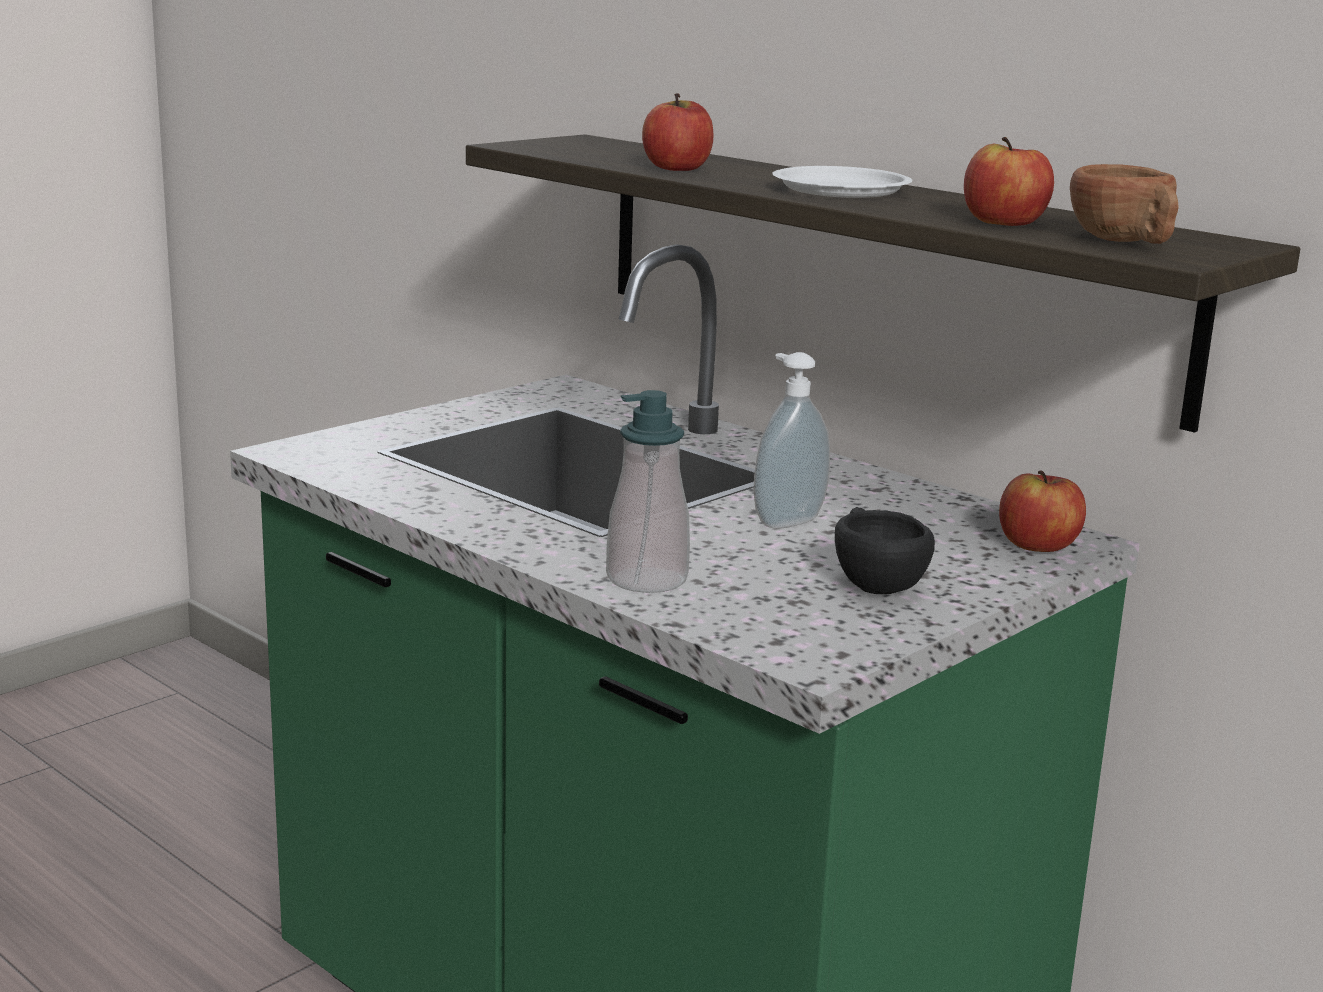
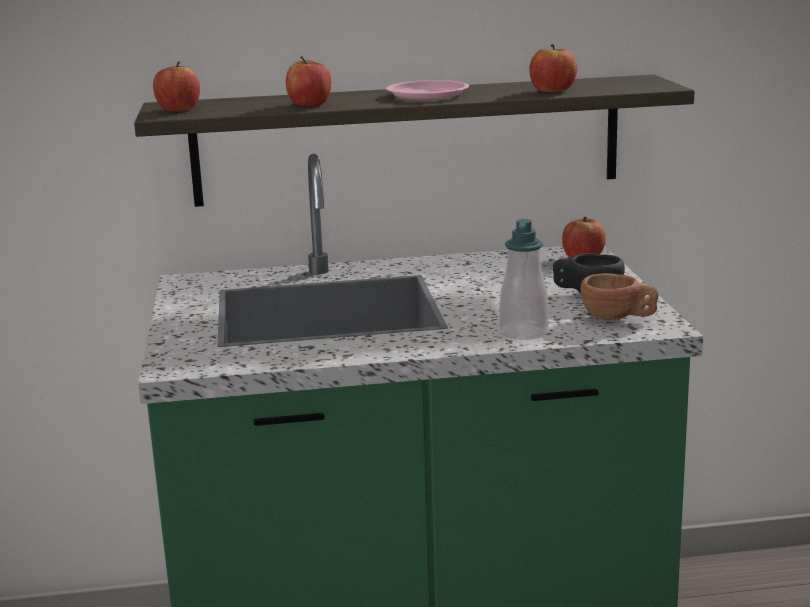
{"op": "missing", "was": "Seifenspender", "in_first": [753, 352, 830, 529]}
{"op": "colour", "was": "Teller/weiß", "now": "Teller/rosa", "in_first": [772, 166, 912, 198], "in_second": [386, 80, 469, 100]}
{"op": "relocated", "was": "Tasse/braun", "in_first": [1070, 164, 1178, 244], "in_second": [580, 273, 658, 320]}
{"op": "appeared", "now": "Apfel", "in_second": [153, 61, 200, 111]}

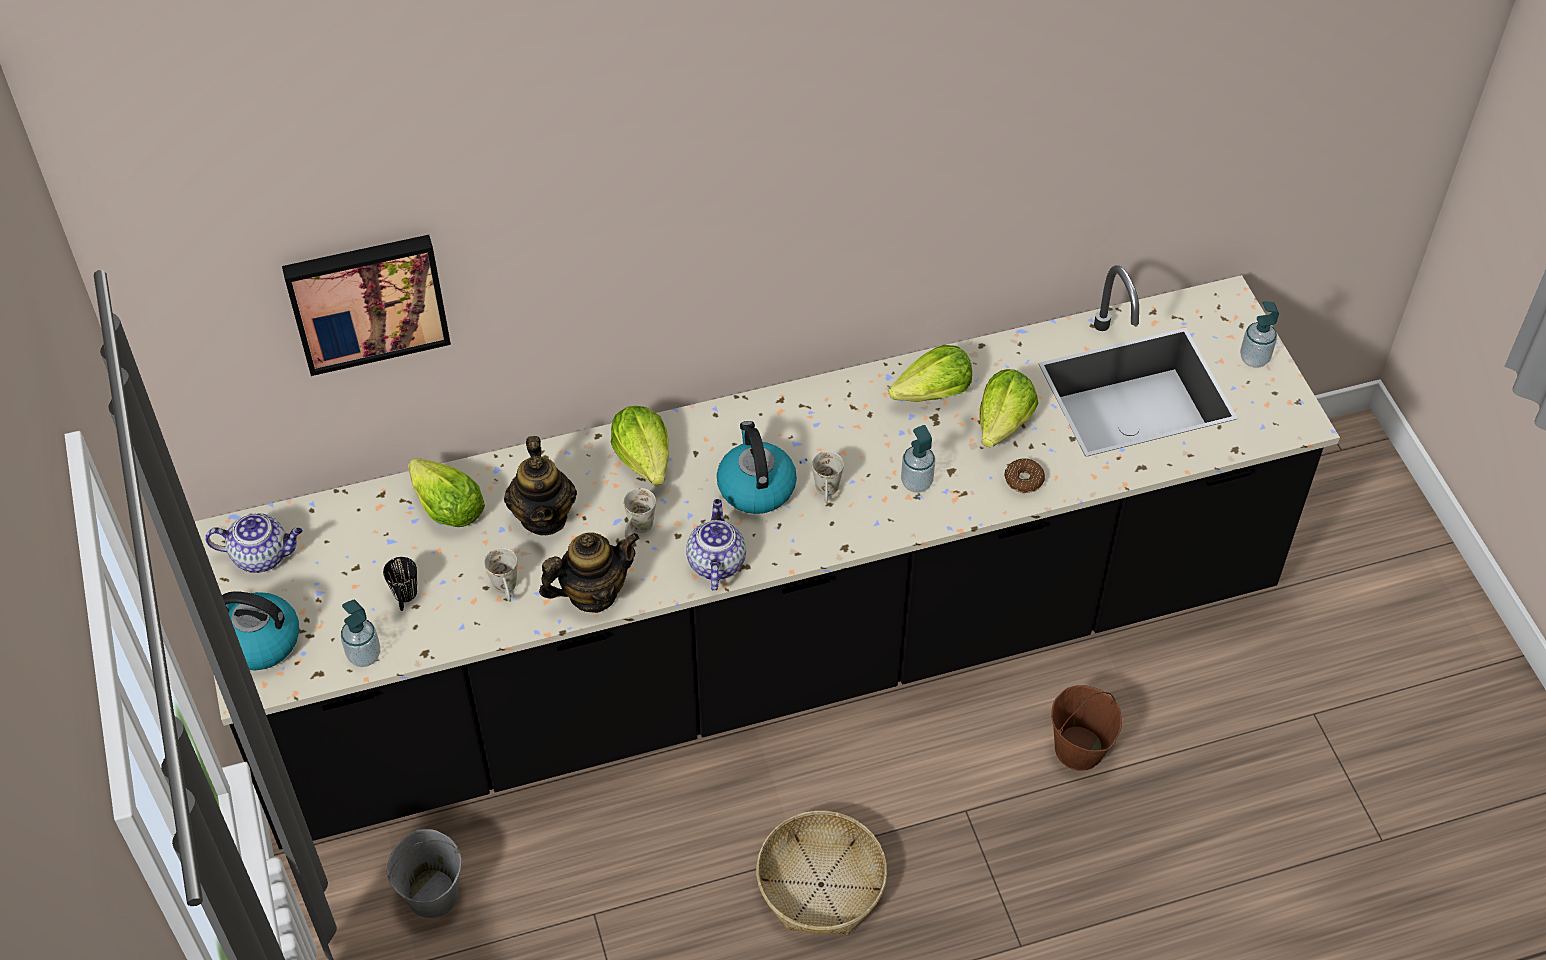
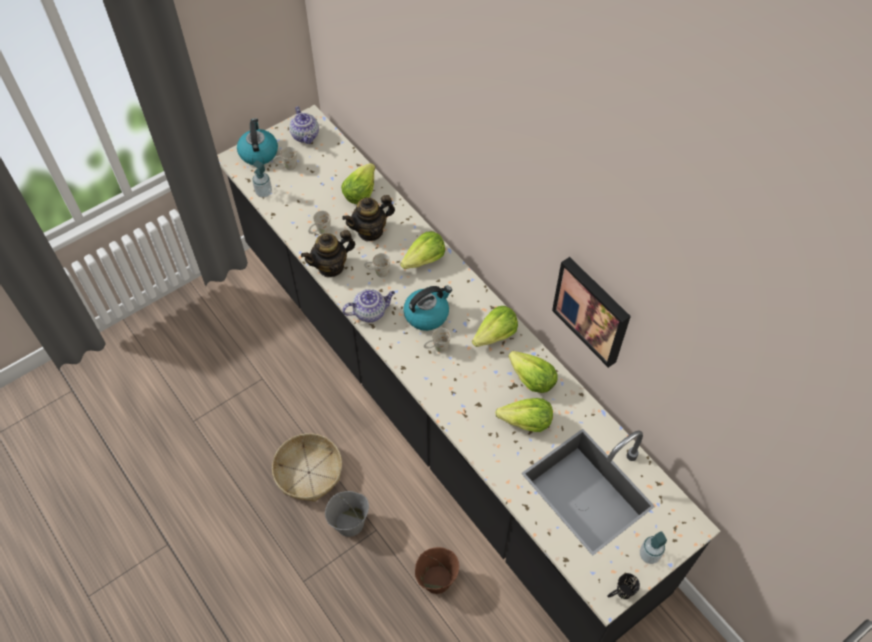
{"op": "relocated", "was": "Bild", "in_first": [282, 235, 451, 376], "in_second": [552, 257, 631, 368]}
{"op": "relocated", "was": "Henkelbecher/schwarz", "in_first": [383, 557, 417, 611], "in_second": [607, 573, 640, 599]}
{"op": "relocated", "was": "Eimer/grau", "in_first": [387, 829, 461, 918], "in_second": [325, 491, 369, 537]}
{"op": "spun", "was": "Teekanne", "in_first": [539, 532, 639, 613], "in_second": [301, 230, 355, 278], "clockwise": 105}
{"op": "missing", "was": "Seifenspender", "in_first": [901, 425, 935, 493]}
{"op": "missing", "was": "Donut", "in_first": [1005, 458, 1045, 493]}
{"op": "appeared", "now": "Henkelbecher/weiß", "in_second": [273, 147, 297, 170]}
{"op": "appeared", "now": "Salatkopf", "in_second": [472, 306, 518, 347]}

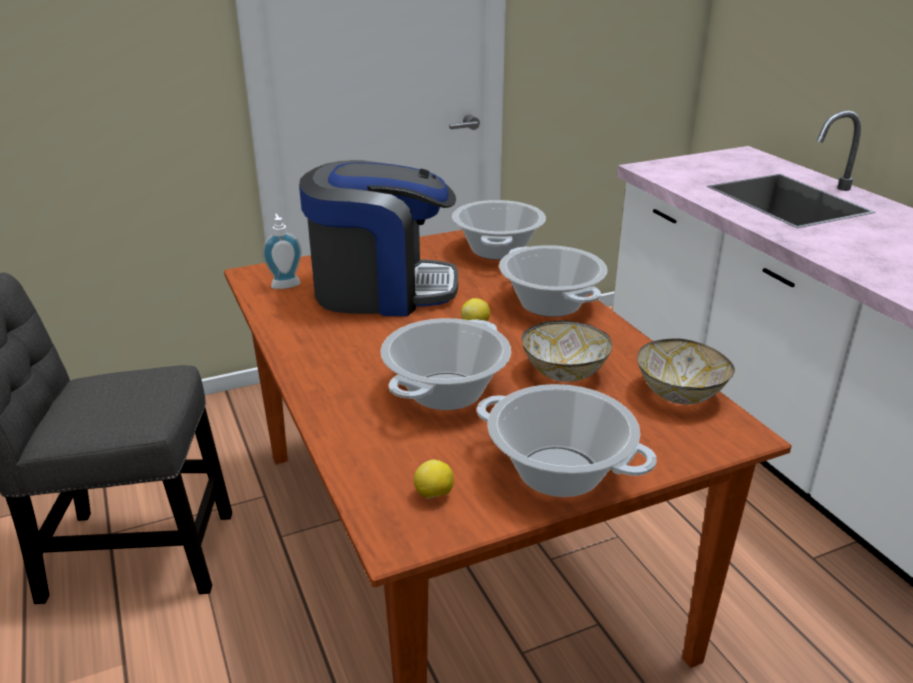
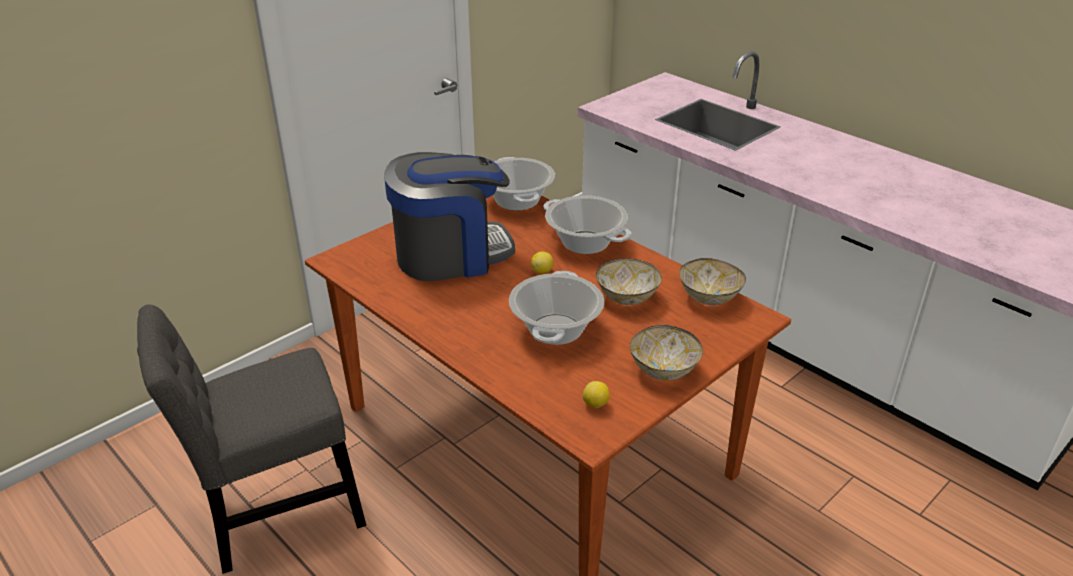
{"op": "missing", "was": "Seifenspender", "in_first": [263, 214, 302, 289]}
{"op": "exchanged", "was": "Kochtopf", "now": "Schüssel", "in_first": [477, 384, 657, 497], "in_second": [630, 325, 703, 381]}

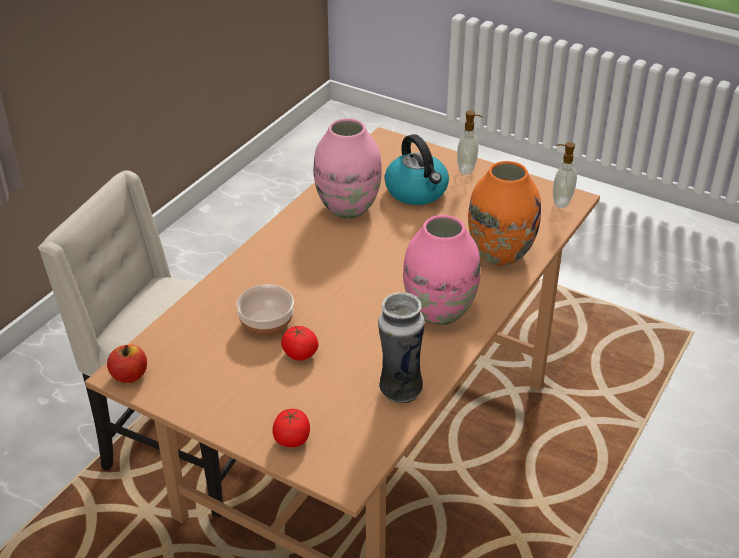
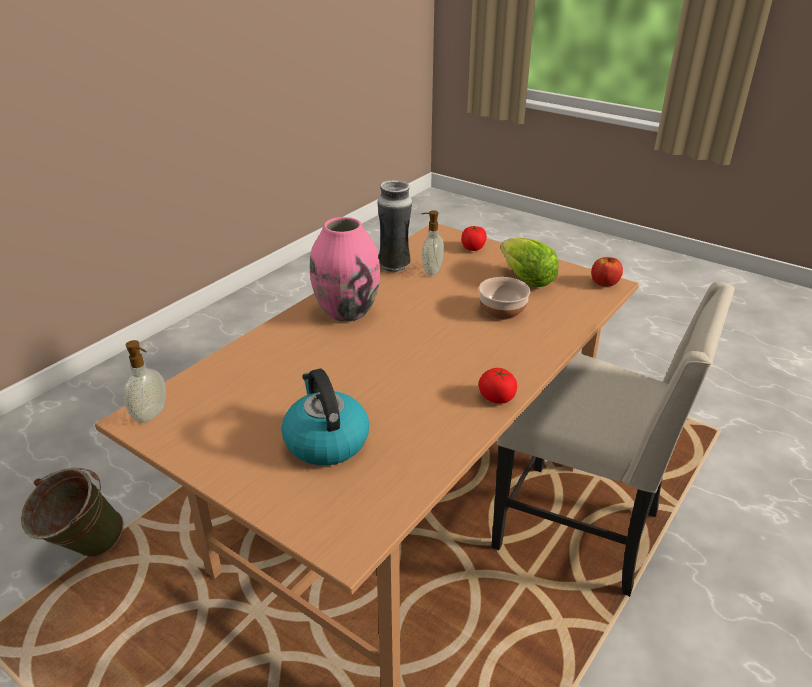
{"op": "relocated", "was": "Tomate", "in_first": [281, 326, 318, 361], "in_second": [479, 368, 517, 404]}
{"op": "missing", "was": "Vase/rosa", "in_first": [314, 118, 382, 219]}
{"op": "relocated", "was": "Seifenspender", "in_first": [457, 110, 483, 175], "in_second": [422, 210, 444, 275]}
{"op": "missing", "was": "Vase/orange", "in_first": [468, 161, 541, 266]}
{"op": "appeared", "now": "Eimer/grün", "in_second": [21, 468, 124, 558]}
{"op": "appeared", "now": "Salatkopf", "in_second": [500, 237, 559, 287]}

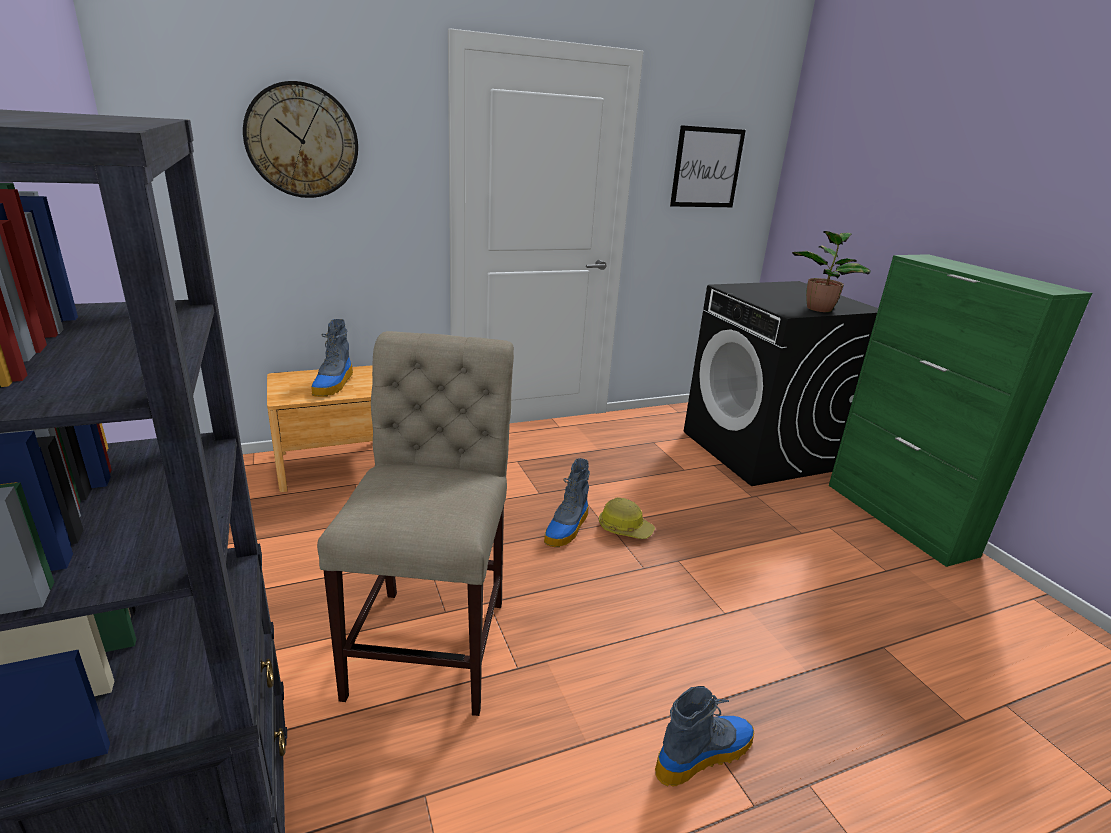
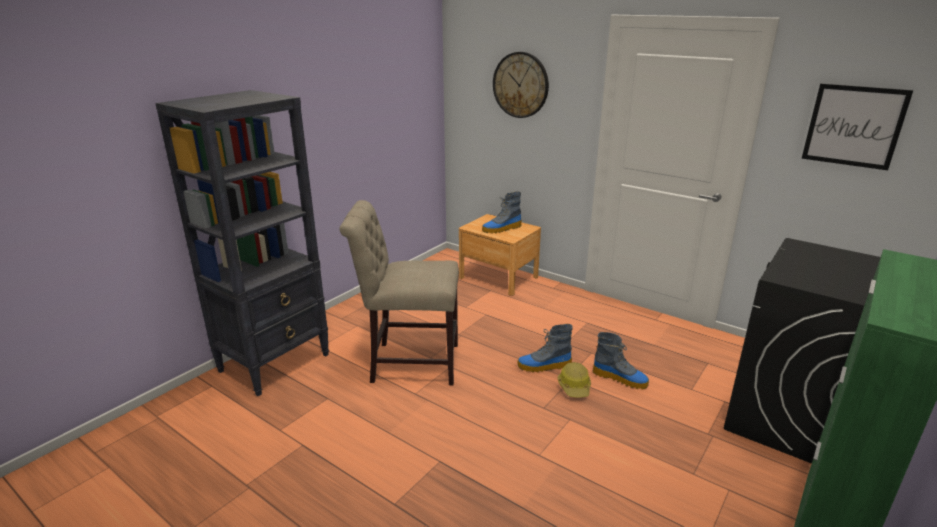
{"op": "spun", "was": "Stuhl/beige", "in_first": [317, 331, 514, 716], "in_second": [339, 200, 459, 385], "clockwise": -150}
{"op": "relocated", "was": "Stiefel", "in_first": [655, 686, 754, 786], "in_second": [592, 332, 649, 390]}
{"op": "missing", "was": "Topfpflanze", "in_first": [792, 231, 871, 312]}

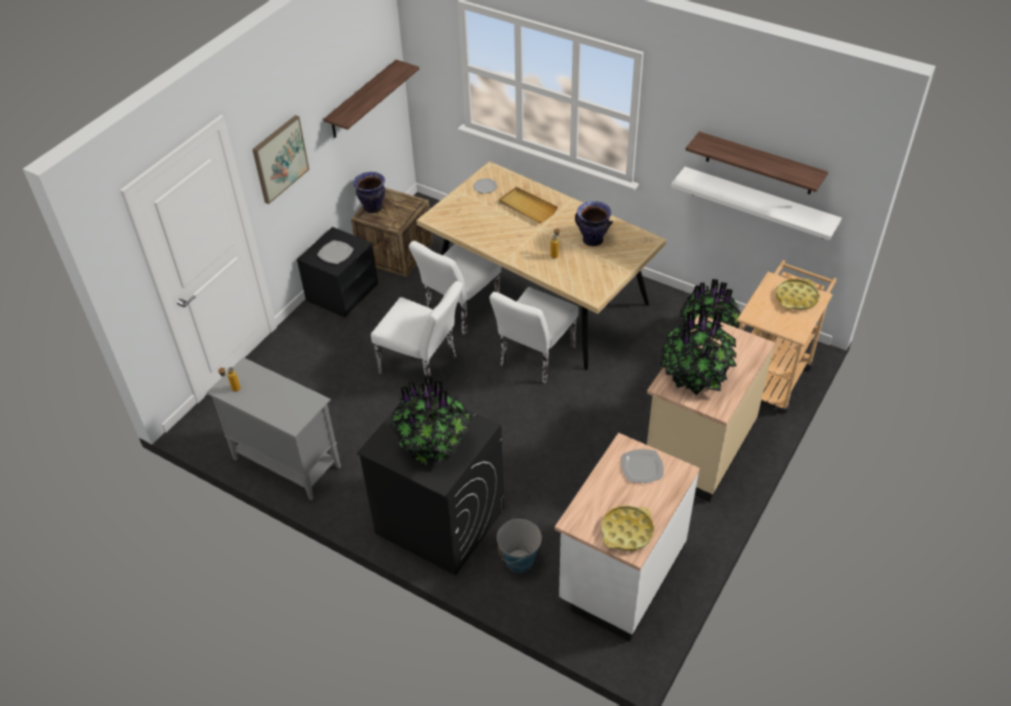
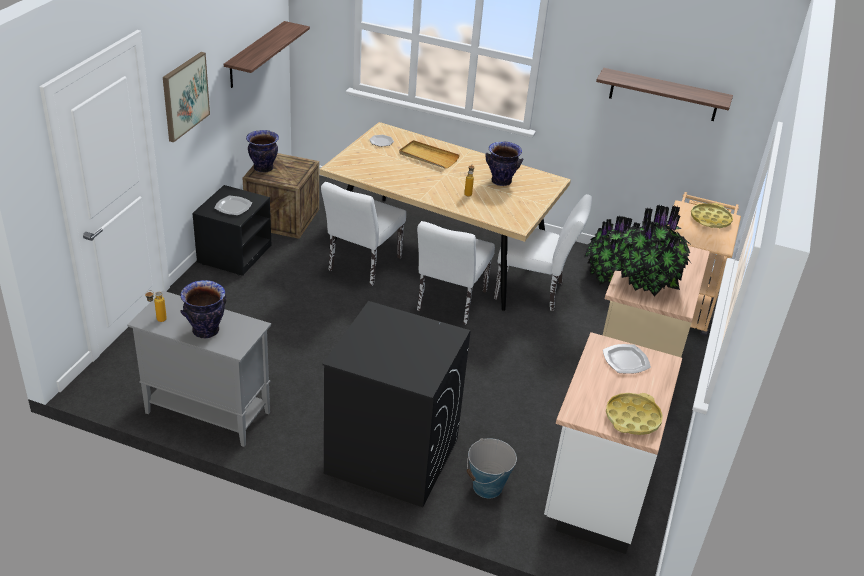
{"op": "relocated", "was": "Stuhl/weiß", "in_first": [371, 281, 463, 390], "in_second": [494, 194, 592, 311]}
{"op": "missing", "was": "Topfpflanze", "in_first": [390, 375, 473, 468]}
{"op": "missing", "was": "Wandregal/weiß", "in_first": [671, 167, 842, 240]}
{"op": "appeared", "now": "Vase", "in_second": [180, 280, 226, 338]}

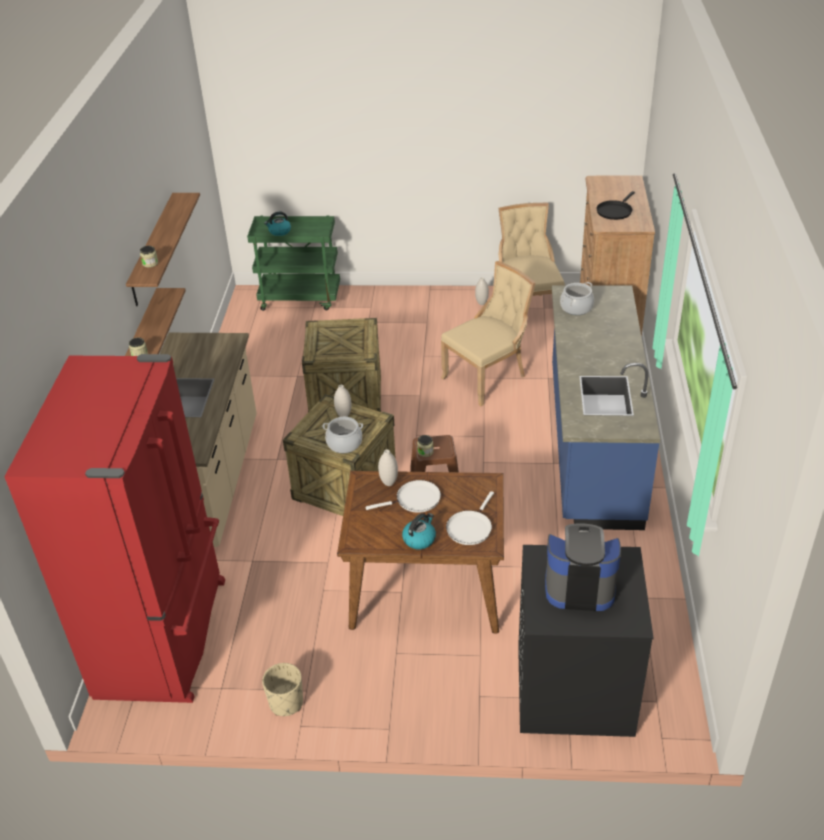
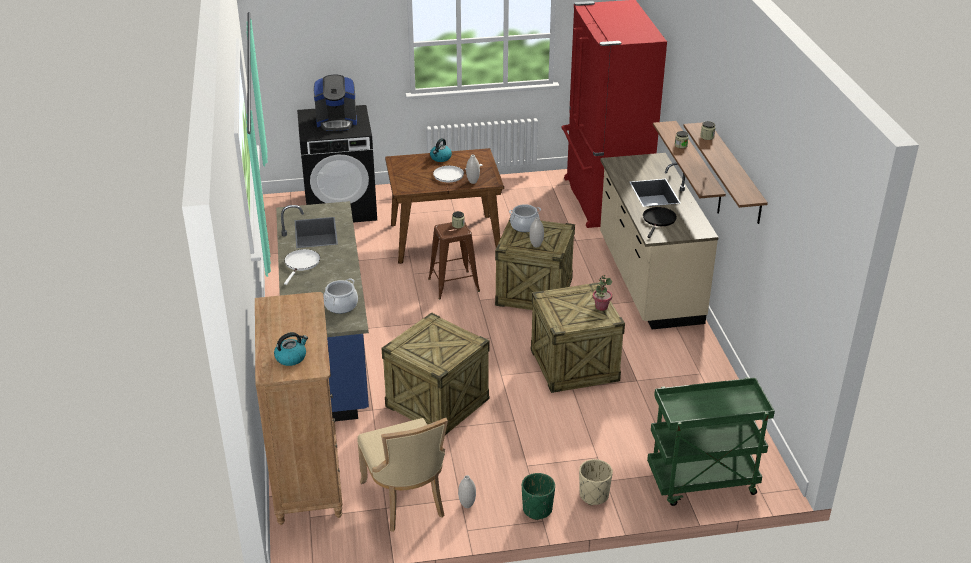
{"op": "relocated", "was": "Pflanzkübel/beige", "in_first": [262, 663, 303, 716], "in_second": [579, 459, 613, 505]}
{"op": "relocated", "was": "Wasserkessel", "in_first": [264, 212, 291, 236], "in_second": [274, 332, 308, 366]}
{"op": "exchanged", "was": "Stuhl/beige", "now": "Kiste", "in_first": [441, 261, 535, 406], "in_second": [382, 312, 490, 435]}
{"op": "relocated", "was": "Pfanne/weiß", "in_first": [446, 491, 494, 545], "in_second": [284, 249, 320, 285]}
{"op": "relocated", "was": "Pfanne/schwarz", "in_first": [596, 191, 635, 220], "in_second": [643, 207, 677, 238]}
{"op": "appeared", "now": "Pflanzkübel/grün", "in_second": [522, 473, 555, 520]}
{"op": "appeared", "now": "Topfpflanze", "in_second": [593, 275, 612, 311]}

